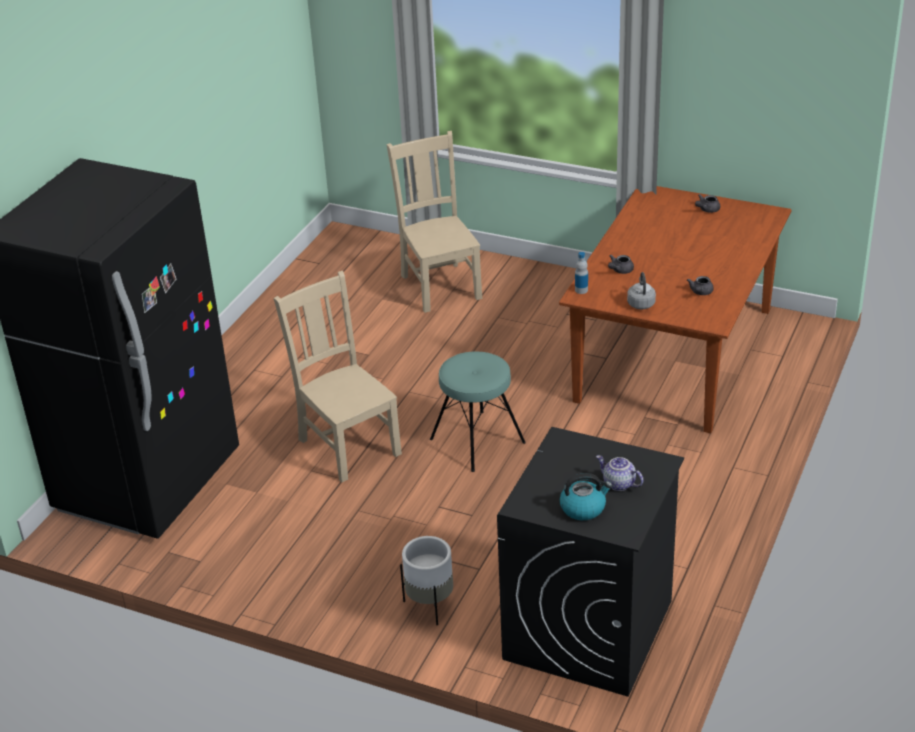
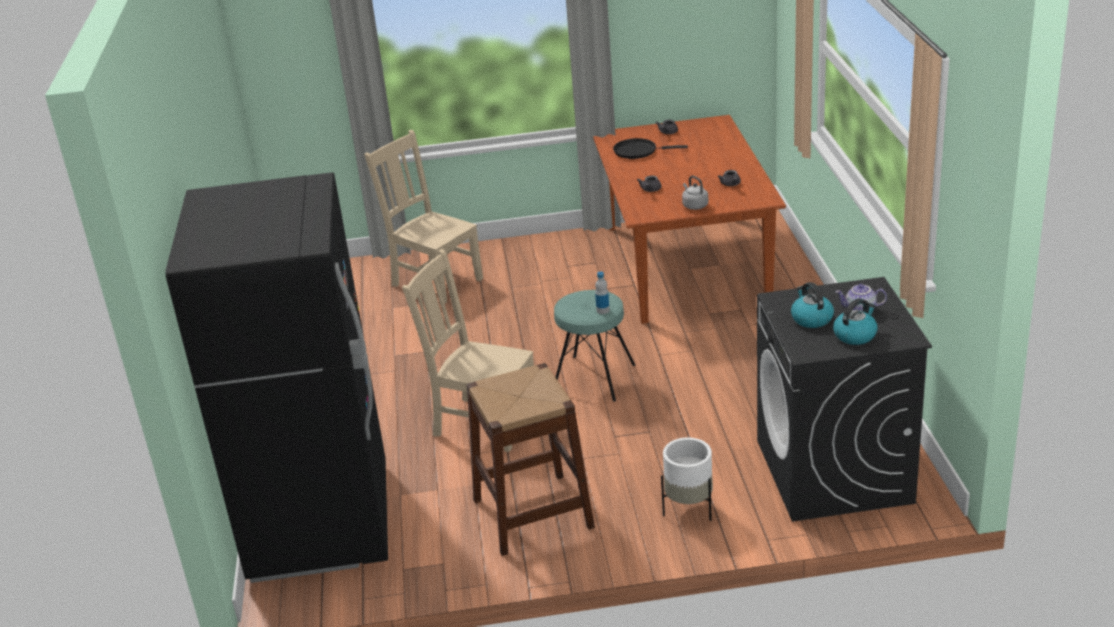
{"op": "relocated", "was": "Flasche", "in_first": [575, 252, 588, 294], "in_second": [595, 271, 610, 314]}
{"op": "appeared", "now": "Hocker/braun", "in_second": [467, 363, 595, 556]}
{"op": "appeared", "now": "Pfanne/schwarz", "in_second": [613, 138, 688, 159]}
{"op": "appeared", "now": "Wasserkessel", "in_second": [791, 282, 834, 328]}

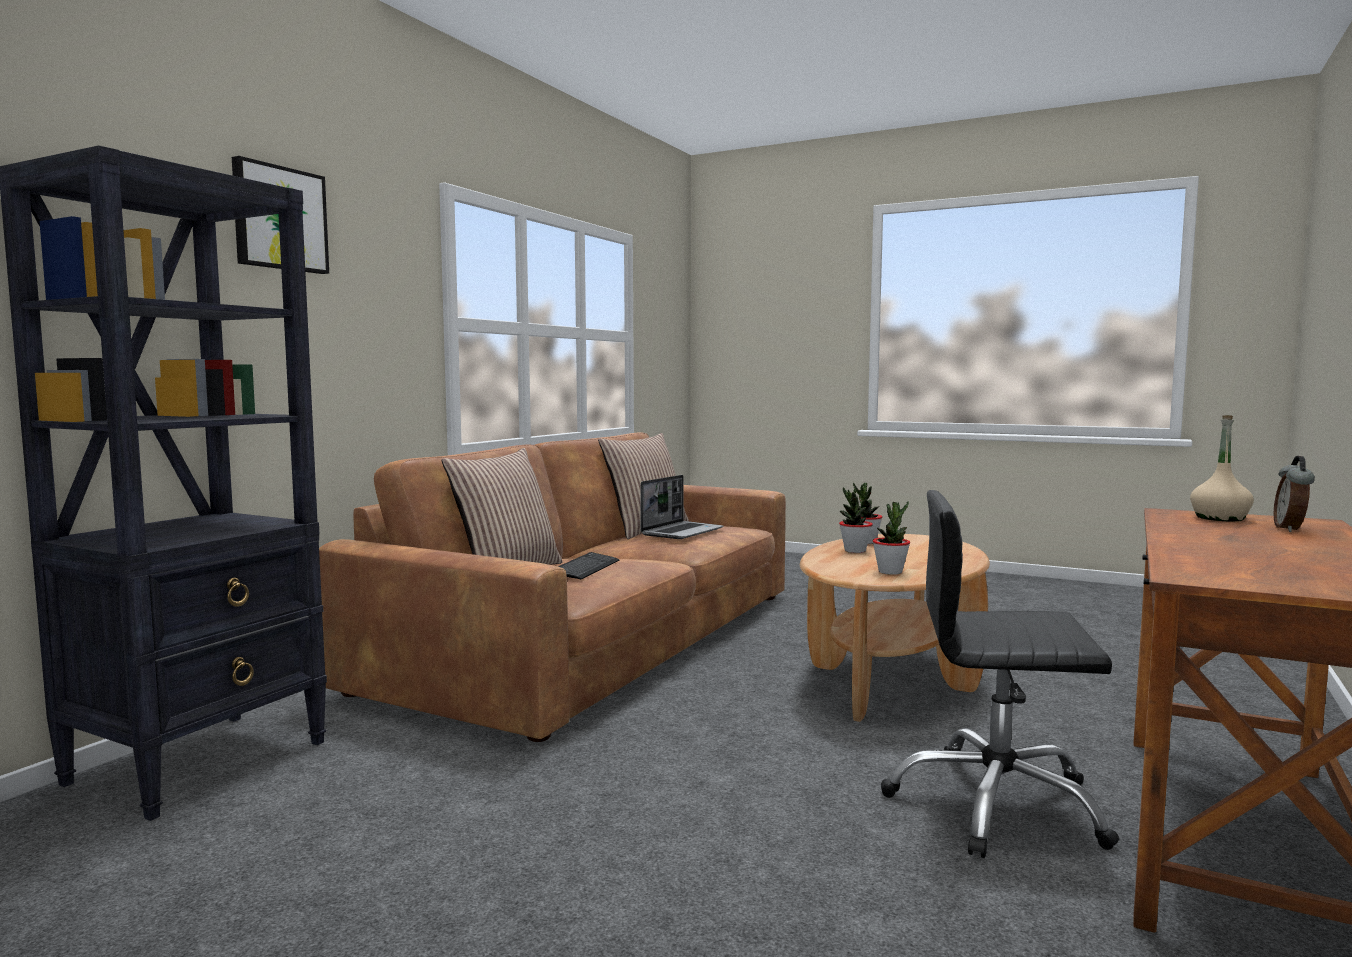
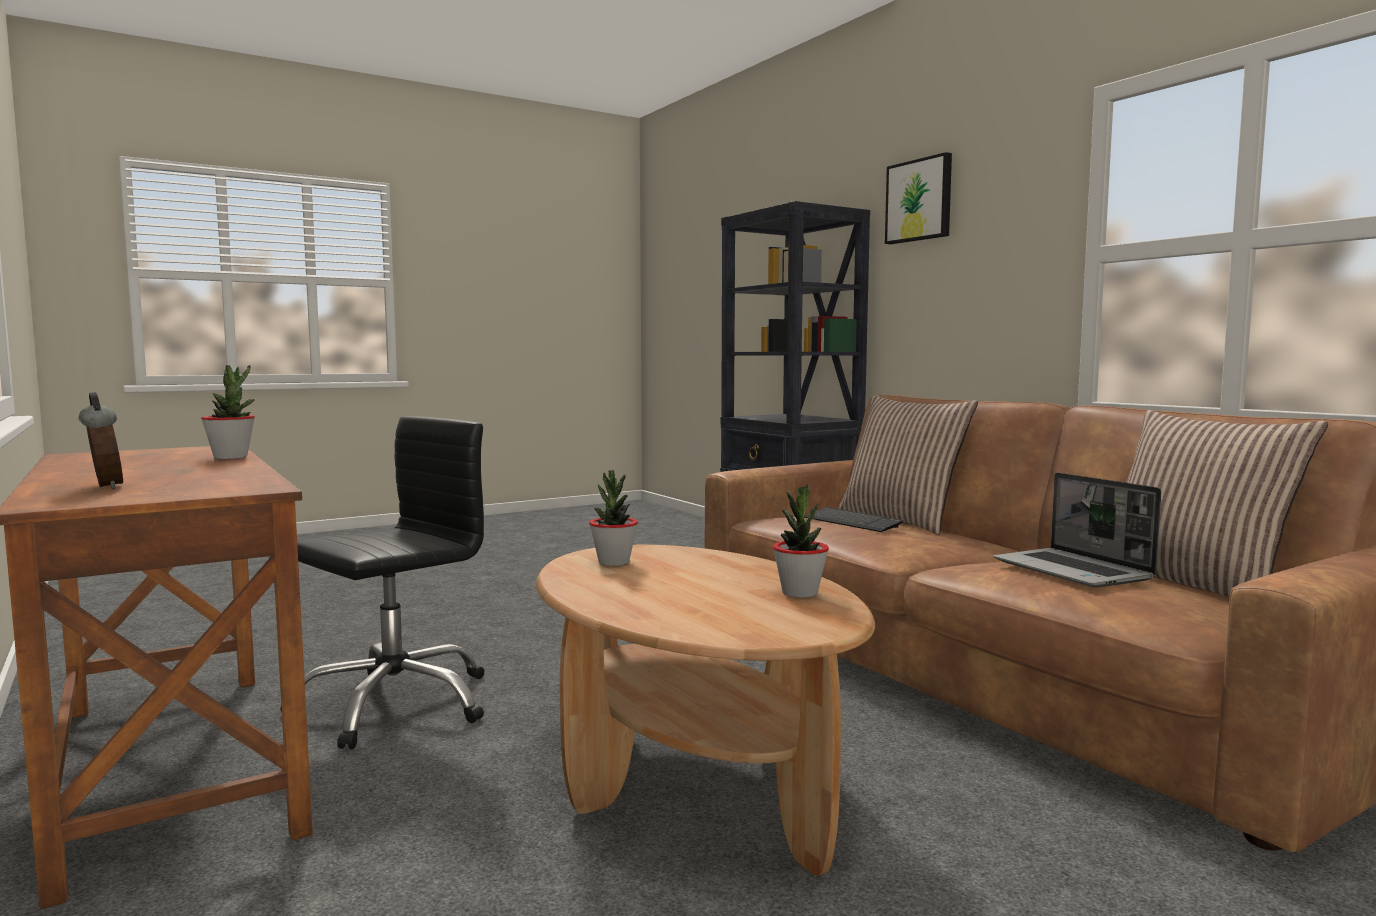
{"op": "relocated", "was": "Topfpflanze", "in_first": [839, 487, 873, 553], "in_second": [201, 365, 255, 459]}
{"op": "missing", "was": "Flasche/beige", "in_first": [1190, 415, 1254, 521]}

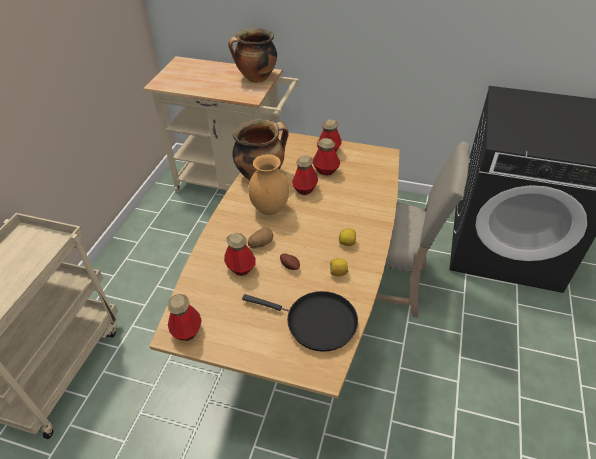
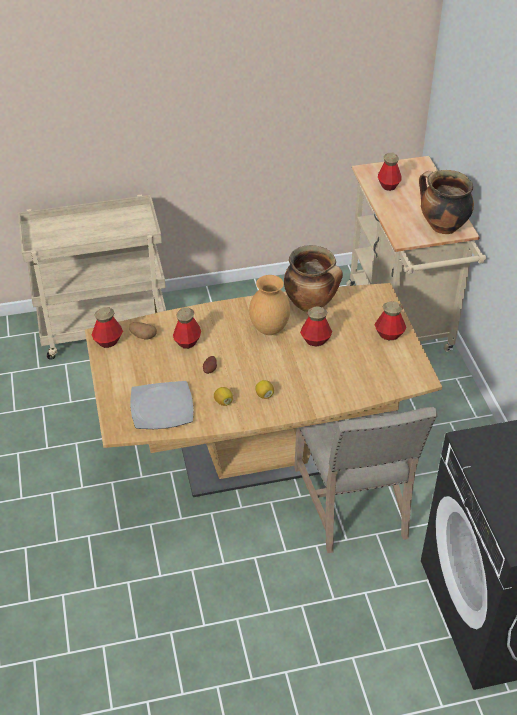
{"op": "exchanged", "was": "Pfanne/schwarz", "now": "Teller", "in_first": [242, 291, 358, 352], "in_second": [130, 381, 194, 429]}
{"op": "relocated", "was": "Kartoffel", "in_first": [248, 227, 273, 248], "in_second": [129, 322, 157, 340]}
{"op": "relocated", "was": "Flasche", "in_first": [312, 138, 340, 175], "in_second": [378, 152, 402, 191]}

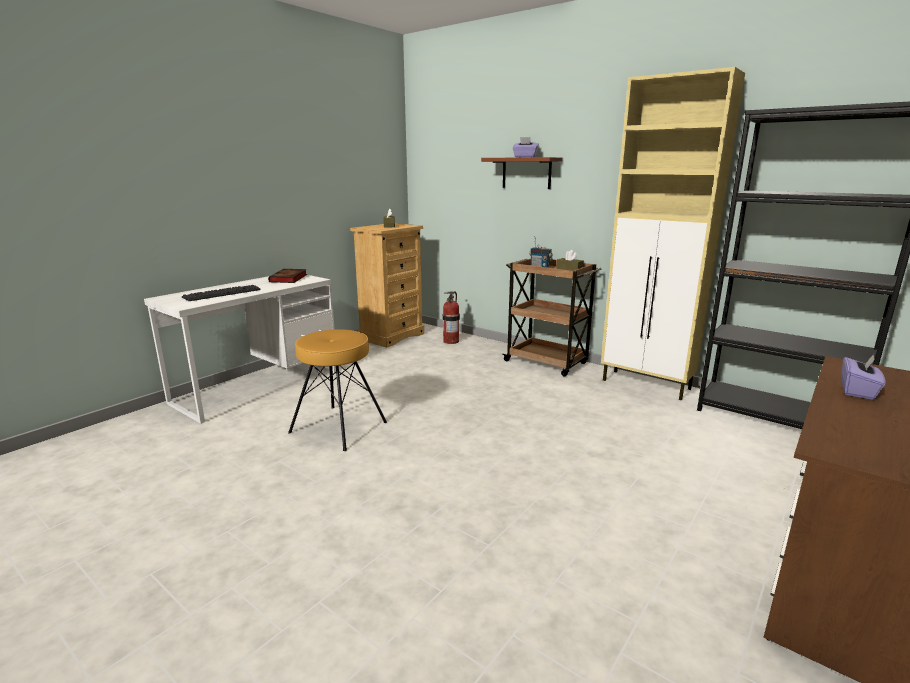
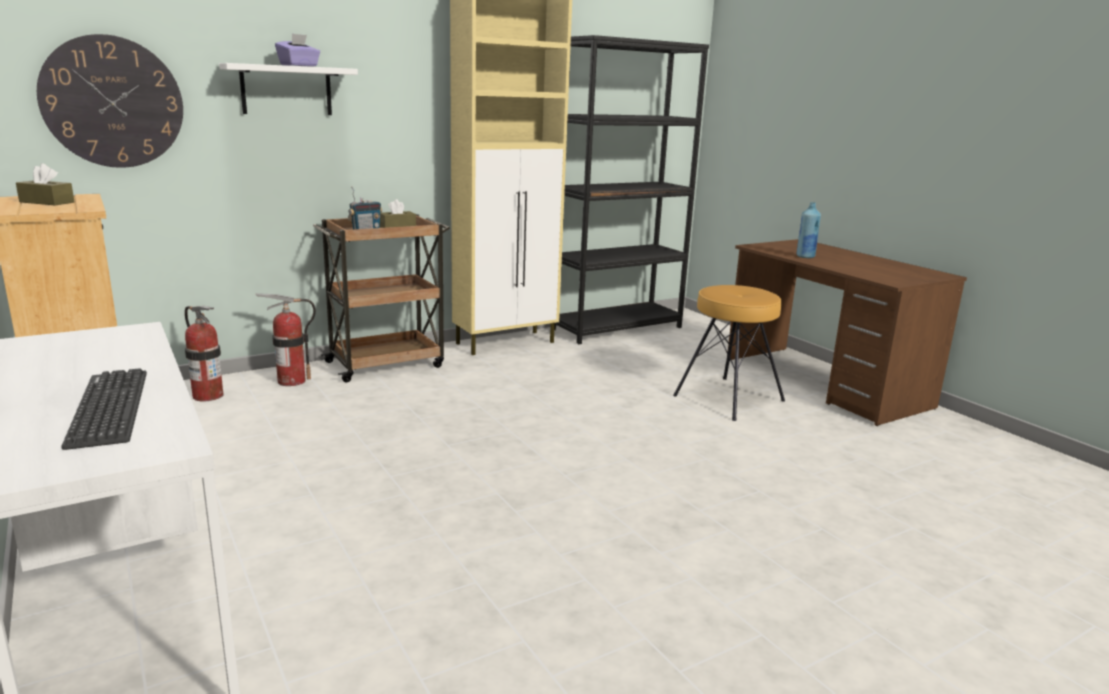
{"op": "missing", "was": "Buch", "in_first": [268, 269, 307, 283]}
{"op": "relocated", "was": "Hocker/braun", "in_first": [288, 329, 387, 451], "in_second": [673, 285, 785, 421]}
{"op": "colour", "was": "Wandregal/braun", "now": "Wandregal/weiß", "in_first": [481, 157, 562, 189], "in_second": [219, 63, 358, 115]}
{"op": "exchanged", "was": "Taschentuchbox/lila", "now": "Flasche/blau", "in_first": [841, 354, 885, 400], "in_second": [797, 202, 821, 258]}
{"op": "appeared", "now": "Wanduhr", "in_second": [37, 34, 183, 168]}
{"op": "appeared", "now": "Feuerlöscher", "in_second": [256, 293, 316, 386]}

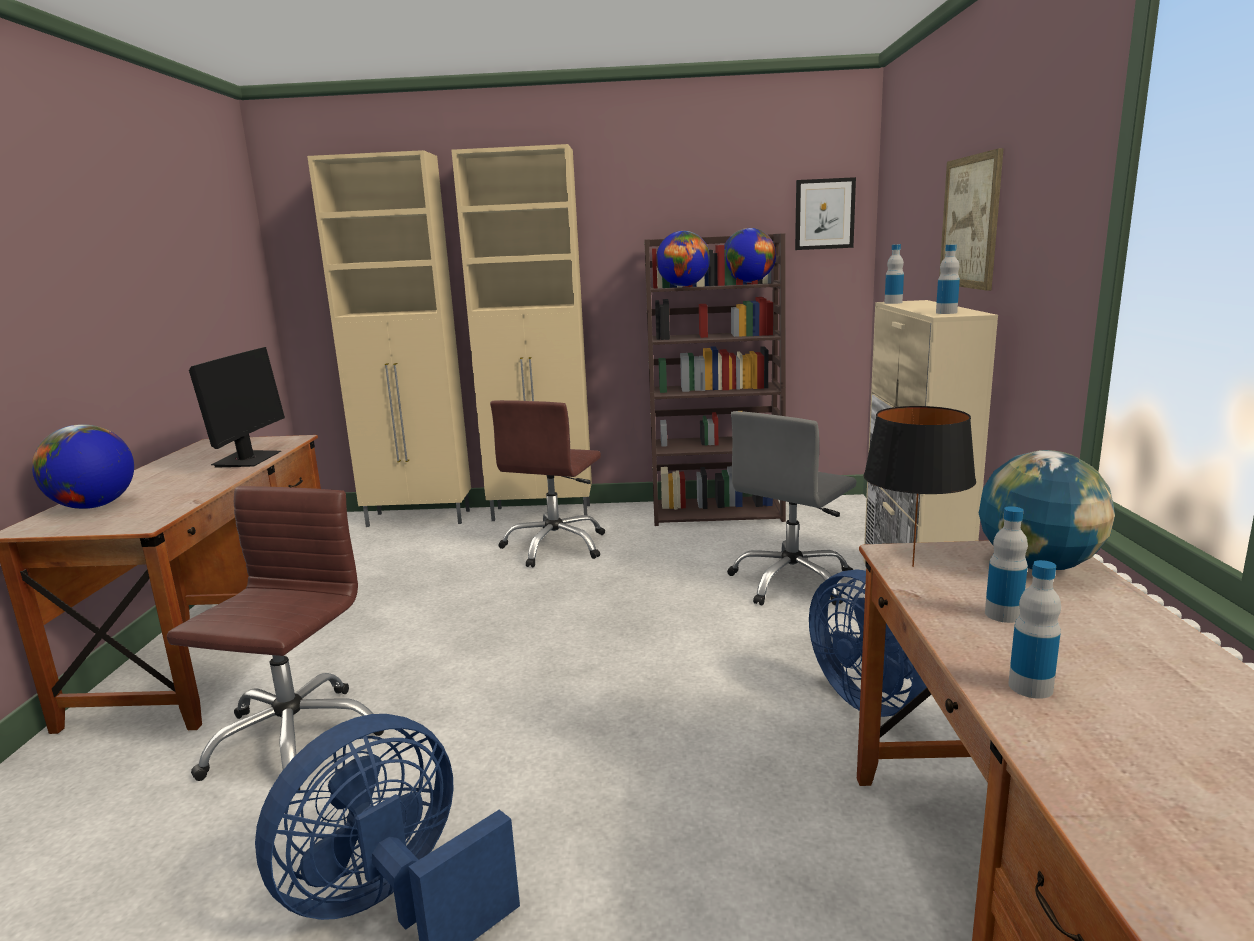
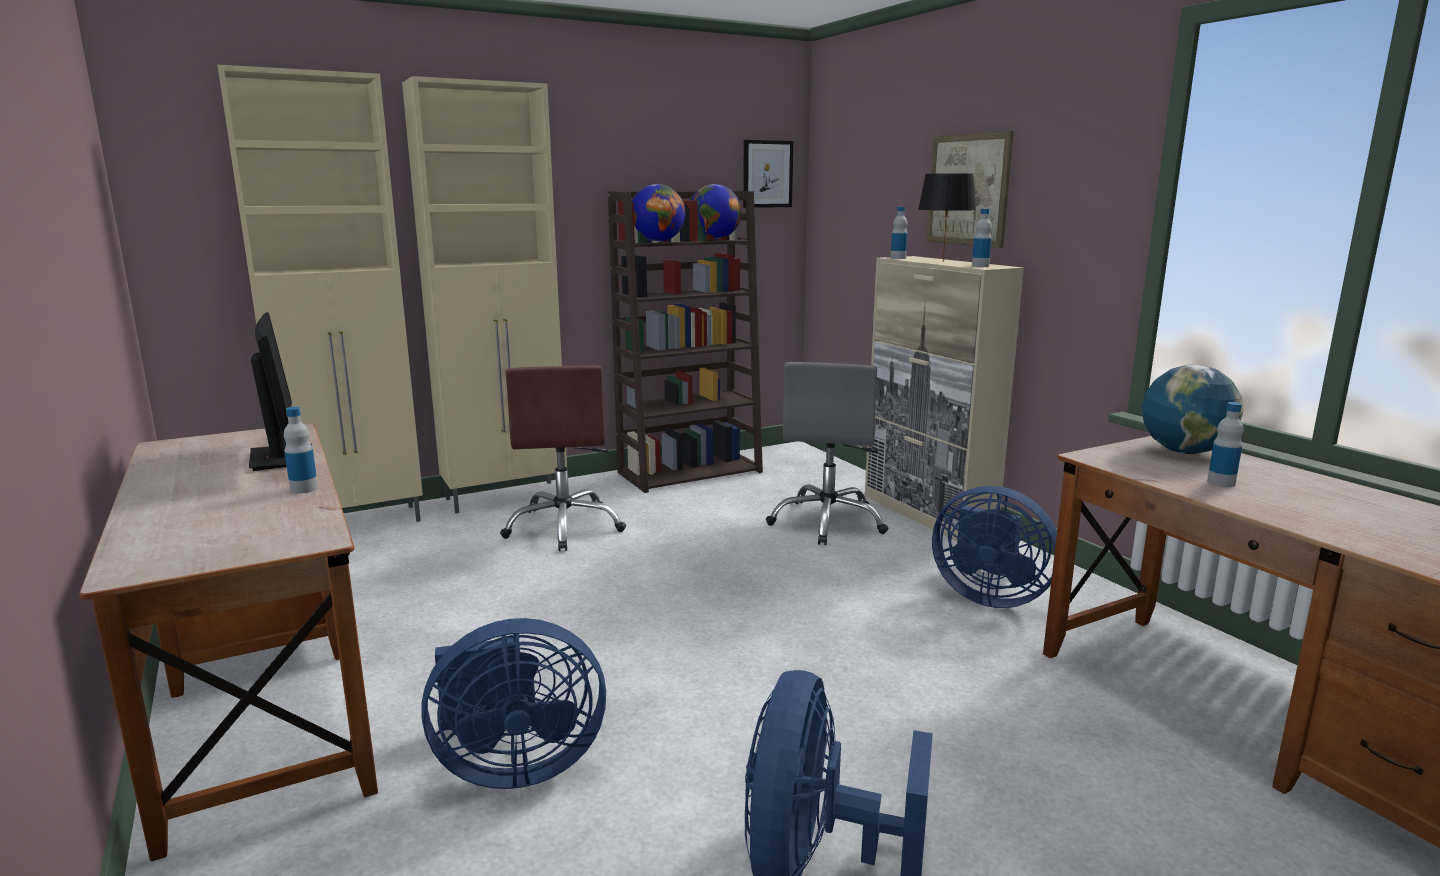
{"op": "missing", "was": "Globus", "in_first": [32, 424, 134, 509]}
{"op": "exchanged", "was": "Bürostuhl/braun", "now": "Ventilator/blau", "in_first": [166, 486, 384, 790], "in_second": [421, 618, 606, 789]}
{"op": "relocated", "was": "Tischlampe/schwarz", "in_first": [864, 406, 976, 567], "in_second": [918, 174, 976, 262]}
{"op": "relocated", "was": "Flasche", "in_first": [1008, 560, 1061, 699], "in_second": [284, 407, 318, 494]}

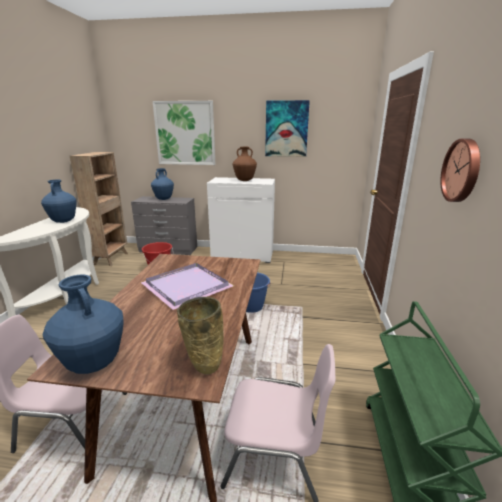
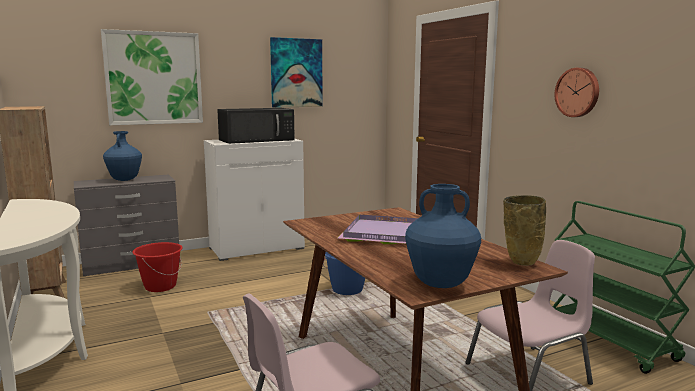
{"op": "missing", "was": "Vase/blau", "in_first": [41, 180, 77, 223]}
{"op": "exchanged", "was": "Vase/braun", "now": "Mikrowelle/schwarz", "in_first": [233, 147, 257, 181], "in_second": [217, 108, 295, 144]}

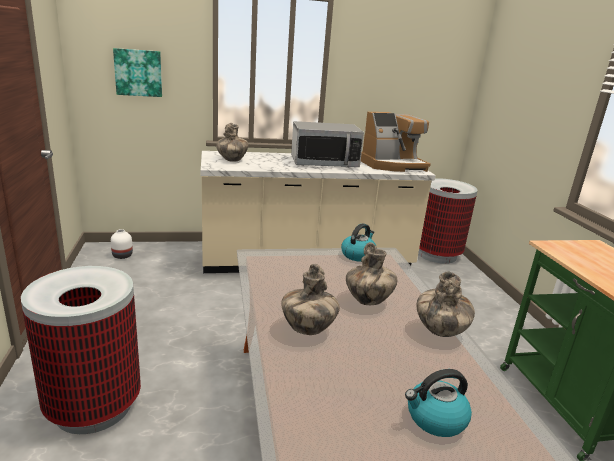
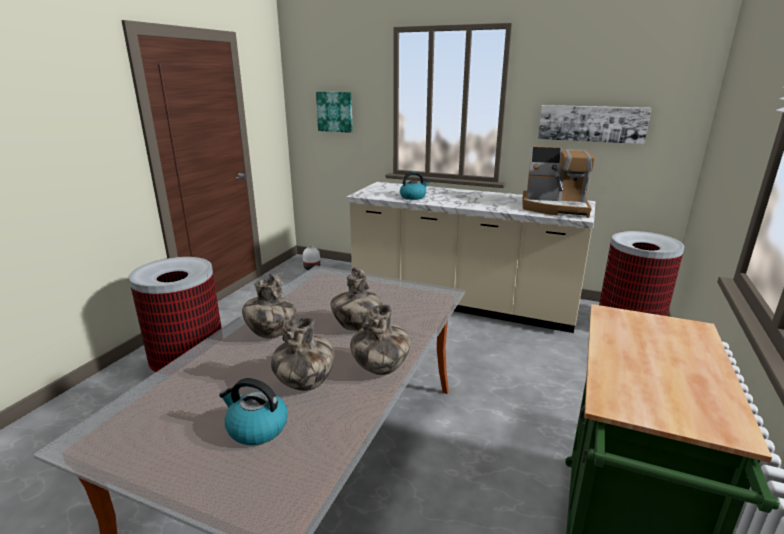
{"op": "relocated", "was": "Vase", "in_first": [216, 123, 248, 162], "in_second": [271, 317, 335, 391]}
{"op": "missing", "was": "Mikrowelle", "in_first": [291, 121, 364, 167]}
{"op": "relocated", "was": "Wasserkessel", "in_first": [341, 223, 376, 262], "in_second": [400, 172, 430, 200]}
{"op": "appeared", "now": "Bild", "in_second": [538, 105, 651, 144]}

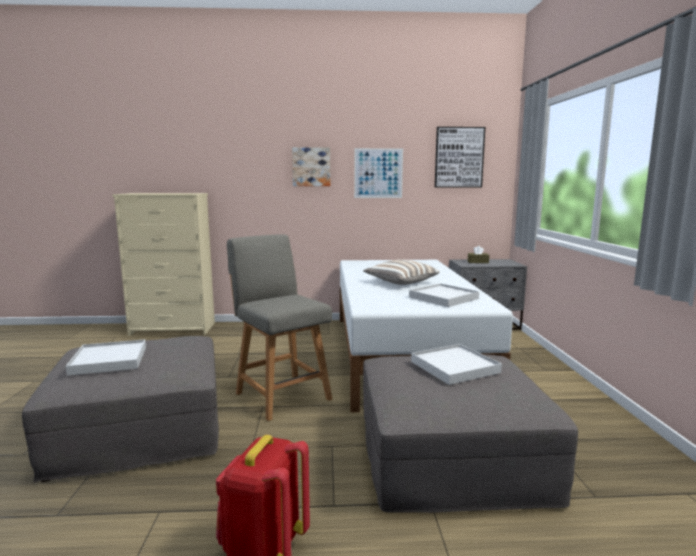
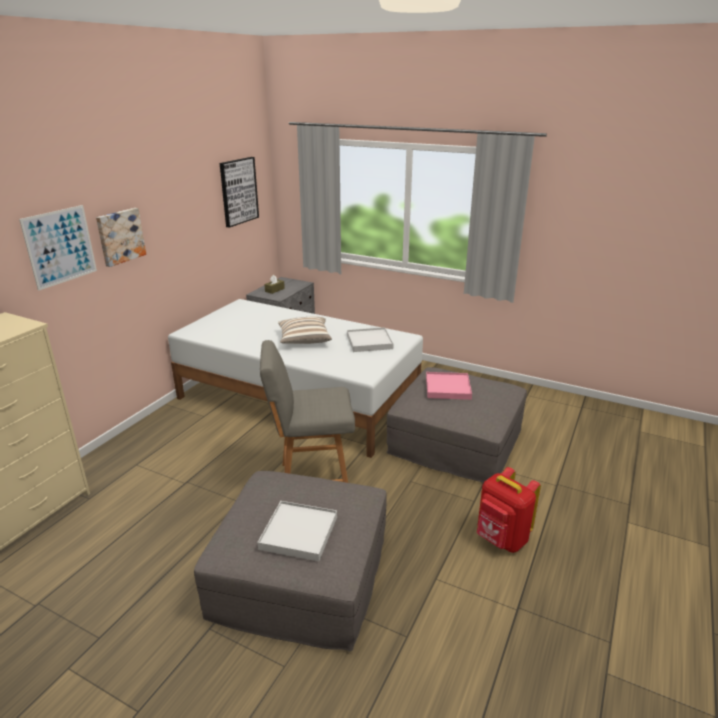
{"op": "relocated", "was": "Bild", "in_first": [354, 148, 403, 198], "in_second": [19, 205, 97, 291]}
{"op": "colour", "was": "Tablett/weiß", "now": "Tablett/rosa", "in_first": [411, 344, 502, 385], "in_second": [426, 372, 472, 400]}

